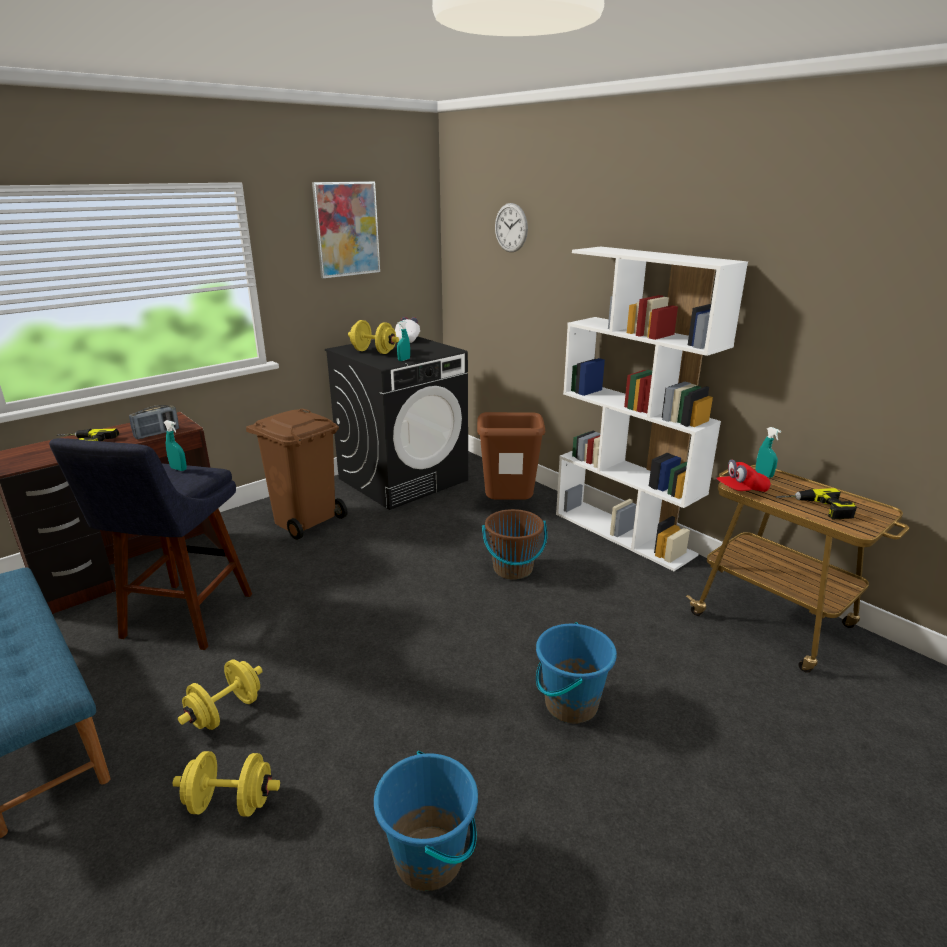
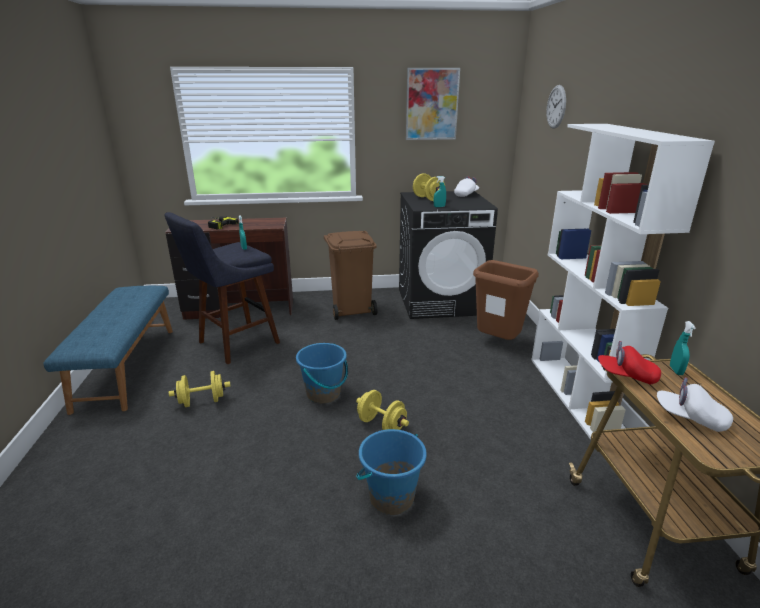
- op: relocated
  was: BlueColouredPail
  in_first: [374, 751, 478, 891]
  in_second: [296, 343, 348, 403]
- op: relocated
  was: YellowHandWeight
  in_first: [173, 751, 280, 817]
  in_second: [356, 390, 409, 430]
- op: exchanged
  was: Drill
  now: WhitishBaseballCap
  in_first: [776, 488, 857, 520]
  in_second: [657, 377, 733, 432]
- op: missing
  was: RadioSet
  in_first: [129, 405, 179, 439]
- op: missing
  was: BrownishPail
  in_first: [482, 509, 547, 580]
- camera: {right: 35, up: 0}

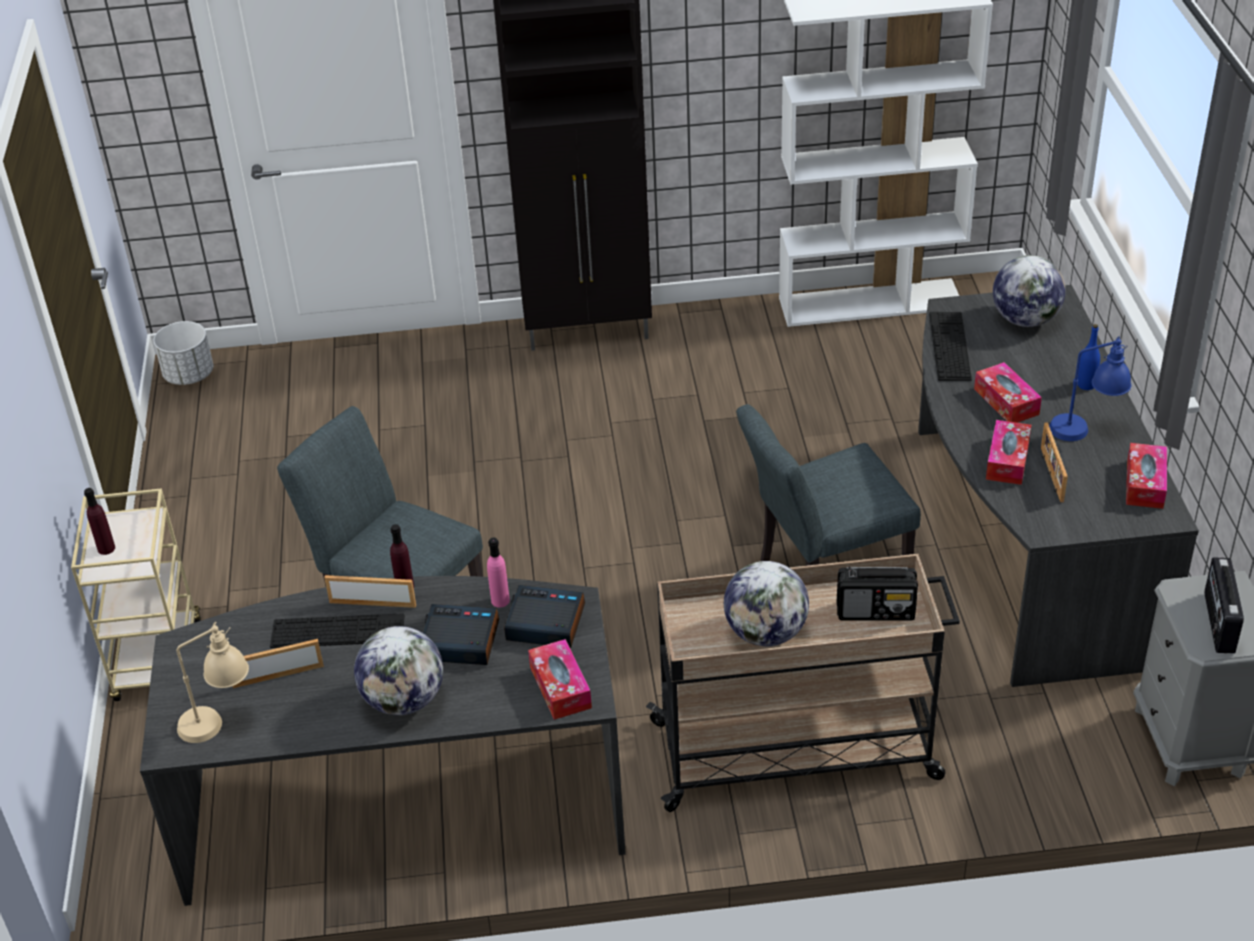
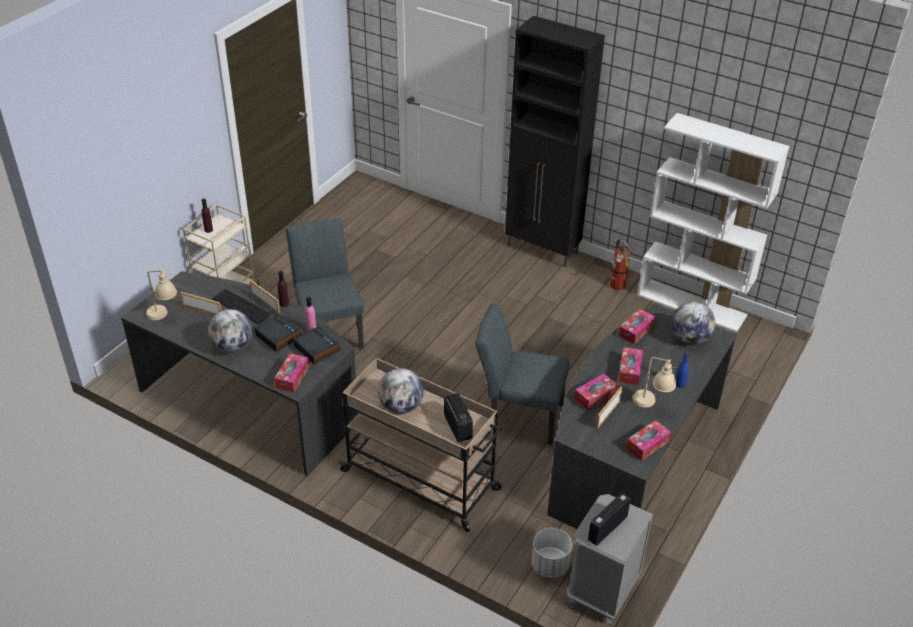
- op: spun
  was: RadioSet
  in_first: [837, 566, 918, 621]
  in_second: [444, 393, 473, 442]
  clockwise: -150
- op: relocated
  was: WhitishFlowerPot
  in_first: [154, 321, 214, 385]
  in_second: [531, 528, 572, 578]
- op: appeared
  now: FireExtinguisher
  in_second: [610, 239, 631, 290]
- op: exchanged
  was: Keyboard
  now: TissueBox
  in_first: [929, 312, 972, 381]
  in_second: [618, 309, 656, 344]
- op: colour
  was: BlueColouredLampForATable
  now: SandColouredLampForATable
  in_first: [1049, 336, 1131, 441]
  in_second: [632, 357, 677, 407]
- camera: {right: 35, up: 0}

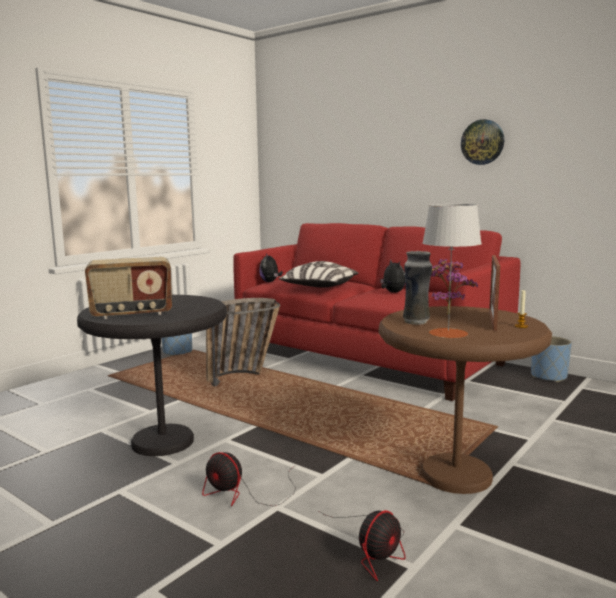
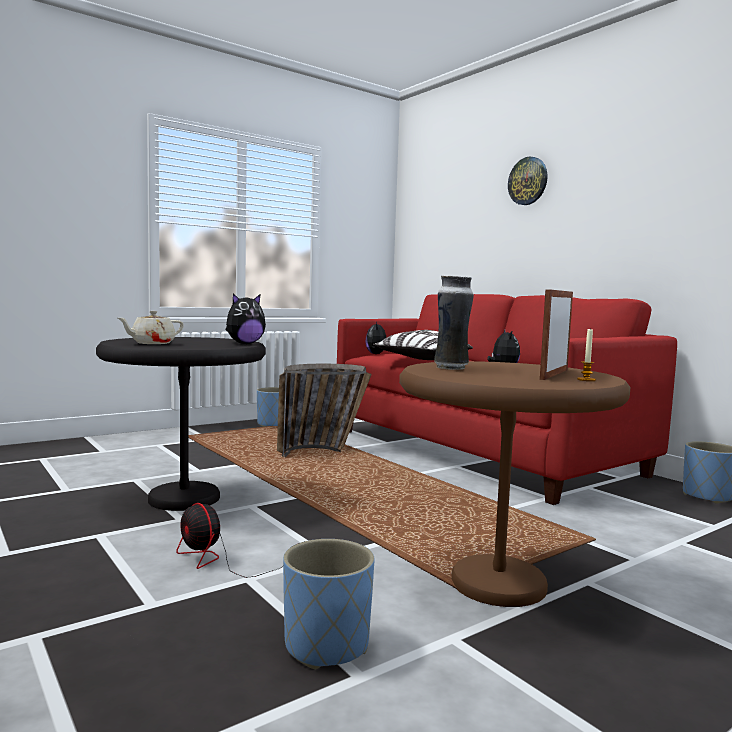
- op: exchanged
  was: RadioSet
  now: SandColouredTeapot
  in_first: [85, 257, 172, 319]
  in_second: [118, 311, 184, 344]
- op: appeared
  now: PlushToy
  in_second: [226, 293, 266, 344]
- op: exchanged
  was: ElectricFan
  now: BlueColouredFlowerPot
  in_first: [318, 510, 406, 581]
  in_second: [283, 539, 375, 669]
- op: relocated
  was: WallClock
  in_first: [461, 119, 504, 165]
  in_second: [508, 157, 547, 205]
- op: missing
  was: GrayLampForATable
  in_first: [422, 204, 482, 338]
- op: missing
  was: PlantInAPot
  in_first: [431, 259, 478, 316]
- camera: {right: 15, up: -5}

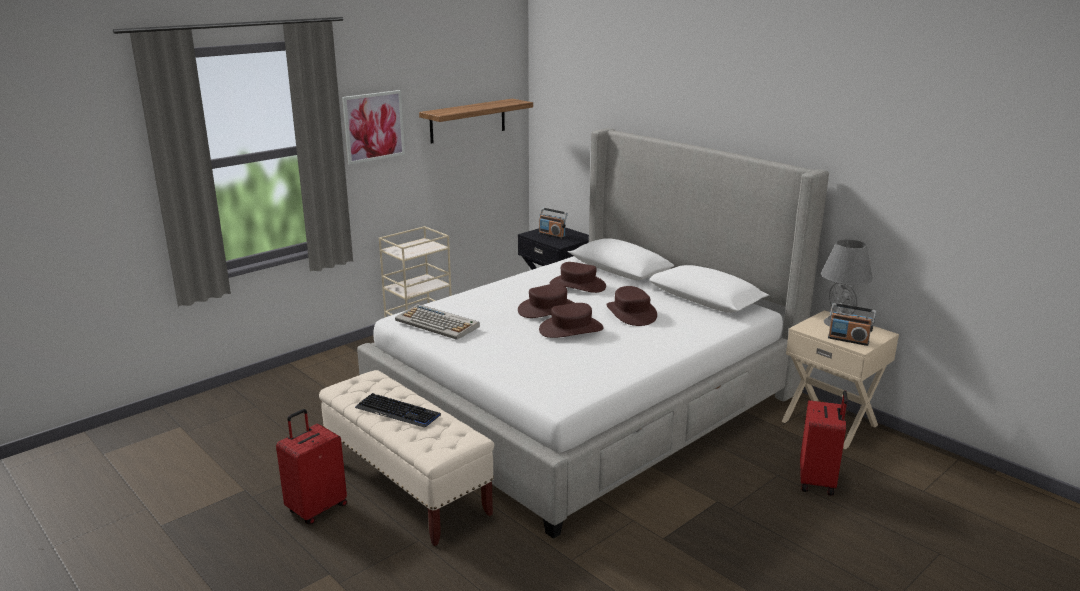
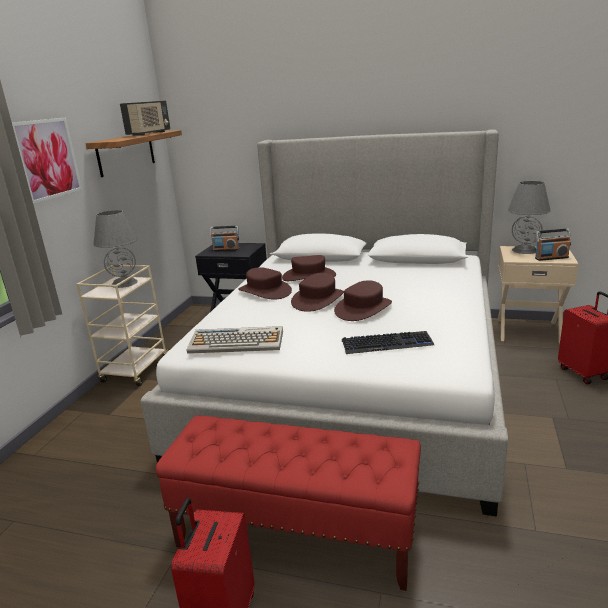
- op: appeared
  now: GrayLampForATable
  in_second: [93, 210, 138, 288]
- op: appeared
  now: RadioSet
  in_second: [120, 101, 170, 136]
- op: colour
  was: SandColouredIndoorBench
  now: ReddishIndoorBench
  in_first: [319, 370, 494, 546]
  in_second: [156, 415, 421, 591]
- op: relocated
  was: BrownishClothingHat
  in_first: [606, 286, 657, 326]
  in_second: [238, 267, 292, 299]
- op: relocated
  was: Keyboard
  in_first: [355, 393, 441, 428]
  in_second: [342, 331, 434, 354]
- camera: {right: -30, up: 0}

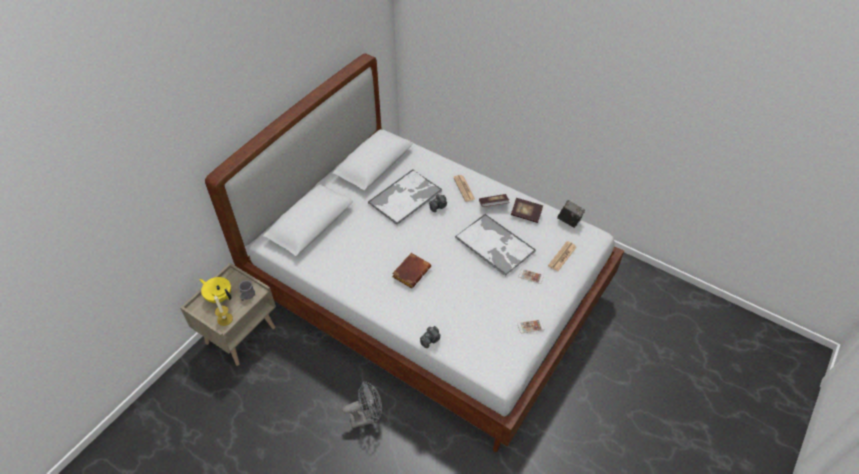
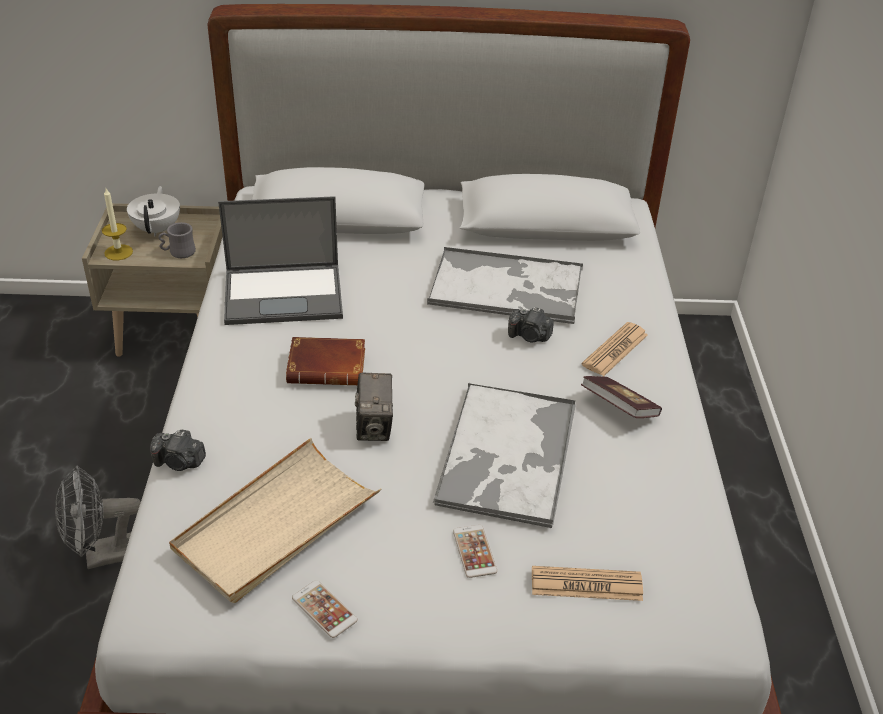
- op: spun
  was: GrayElectricFan
  in_first: [342, 381, 382, 428]
  in_second: [55, 465, 141, 569]
  clockwise: 120
- op: colour
  was: YellowTeapot
  now: WhitishTeapot
  in_first: [199, 277, 232, 303]
  in_second: [127, 186, 180, 237]
- op: appeared
  now: SandColouredTray
  in_second: [169, 438, 381, 603]
- op: appeared
  now: NotebookComputer
  in_second: [218, 196, 343, 325]
- op: relocated
  was: StillCamera
  in_first: [557, 200, 585, 228]
  in_second: [355, 373, 393, 441]
- op: missing
  was: Book
  in_first: [511, 198, 543, 223]
- camera: {right: 55, up: -10}

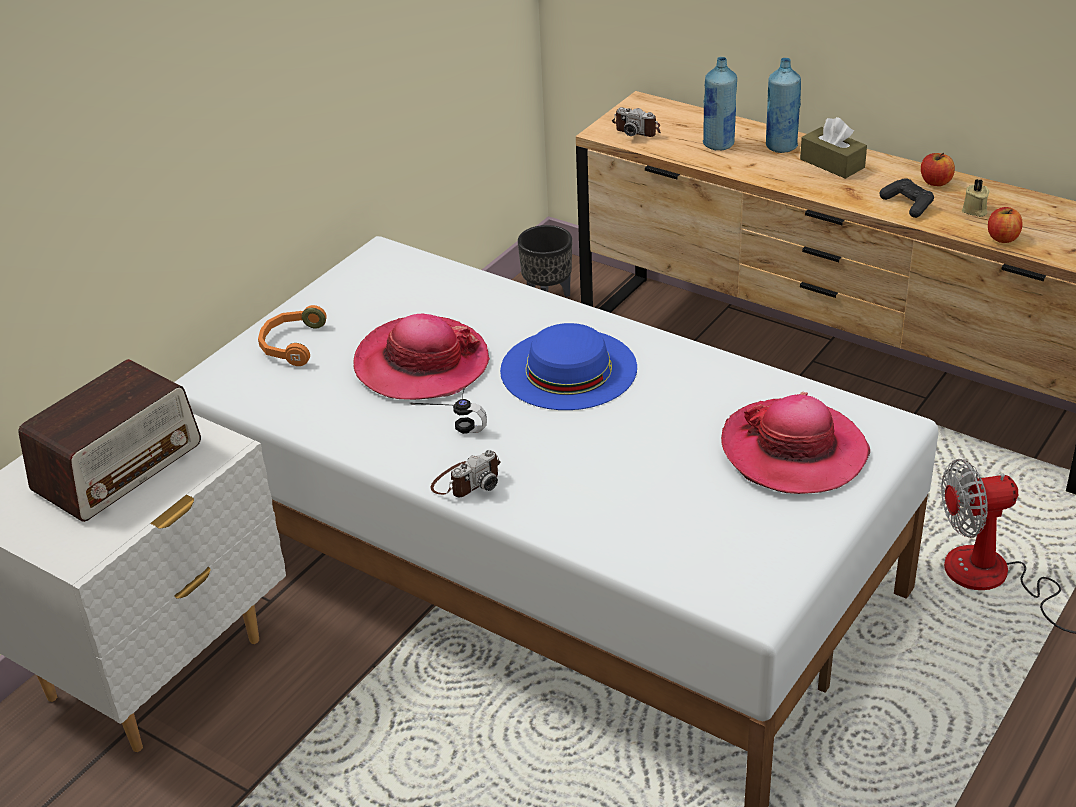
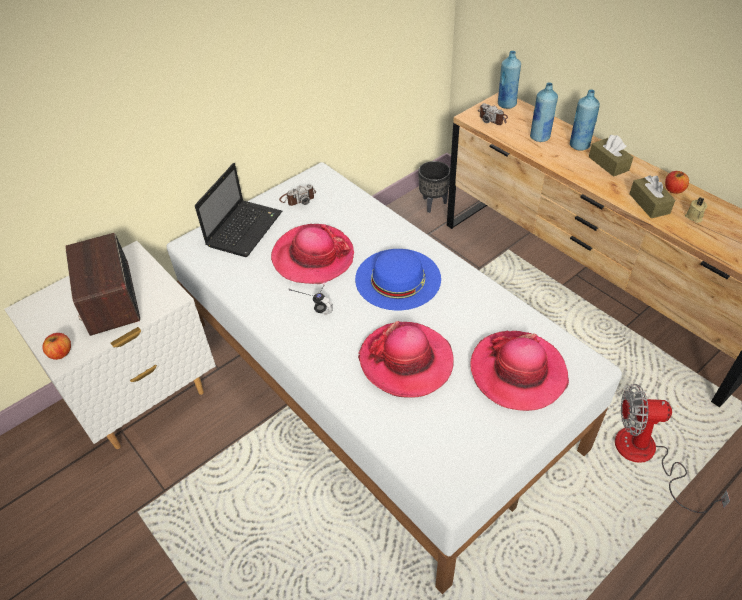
- op: relocated
  was: WholeApple
  in_first: [988, 207, 1023, 243]
  in_second: [42, 333, 71, 360]
- op: spun
  was: RadioSet
  in_first: [18, 359, 201, 522]
  in_second: [65, 233, 140, 336]
  clockwise: 105
- op: exchanged
  was: OrangeyHeadphones
  now: NotebookComputer
  in_first: [258, 305, 327, 366]
  in_second: [195, 163, 282, 257]
- op: relocated
  was: StillCamera
  in_first: [431, 450, 501, 497]
  in_second: [279, 184, 316, 206]
- op: appeared
  now: ClothingHat
  in_second: [358, 321, 454, 398]
- op: appeared
  now: BlueColouredBeverageBottle
  in_second: [498, 51, 521, 109]
- op: exchanged
  was: BlackColouredGameController
  now: BrownishTissueBox
  in_first: [880, 179, 934, 218]
  in_second: [630, 175, 675, 218]
- camera: {right: 15, up: 10}

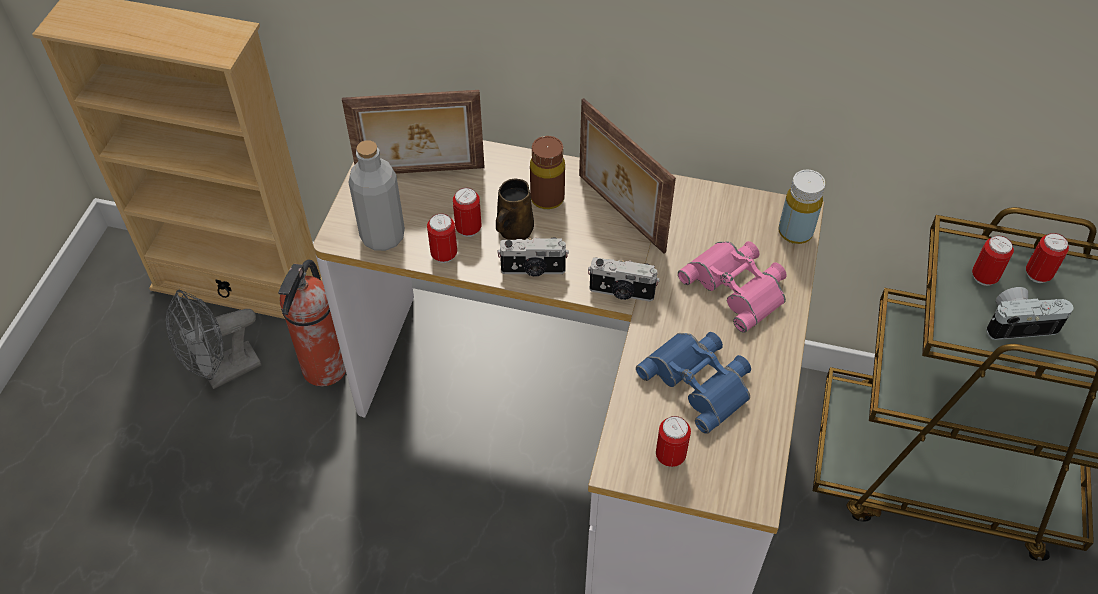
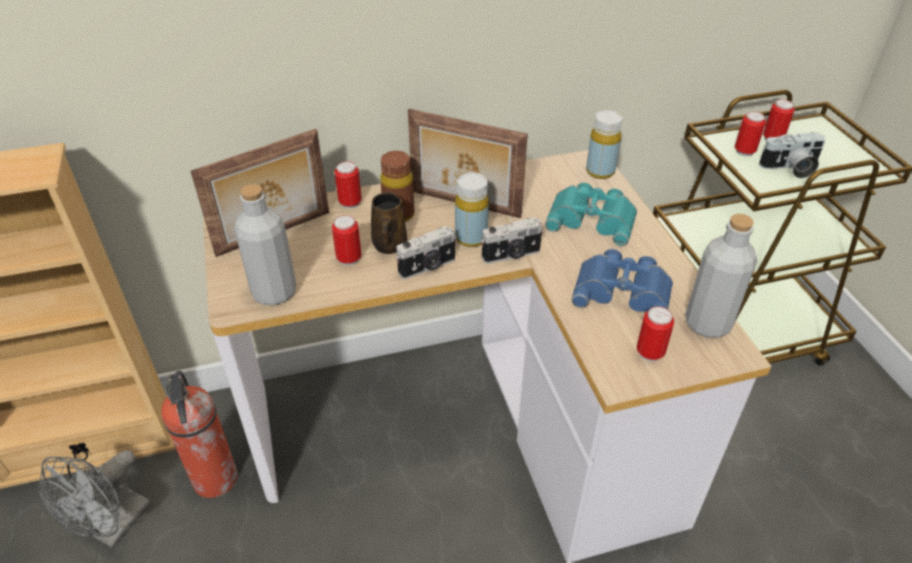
- op: relocated
  was: SealedCan
  in_first: [427, 213, 457, 263]
  in_second: [335, 161, 362, 209]
- op: appeared
  now: YellowBeverageBottle
  in_second: [455, 173, 489, 247]
- op: colour
  was: PinkFieldGlasses
  now: TurquoiseColouredFieldGlasses
  in_first: [678, 241, 787, 333]
  in_second: [545, 183, 637, 246]
- op: appeared
  now: GrayBeverageBottle
  in_second: [685, 214, 757, 338]
- op: spun
  was: StillCamera
  in_first: [986, 287, 1074, 340]
  in_second: [759, 132, 825, 178]
  clockwise: -150
- camera: {right: -30, up: -10}

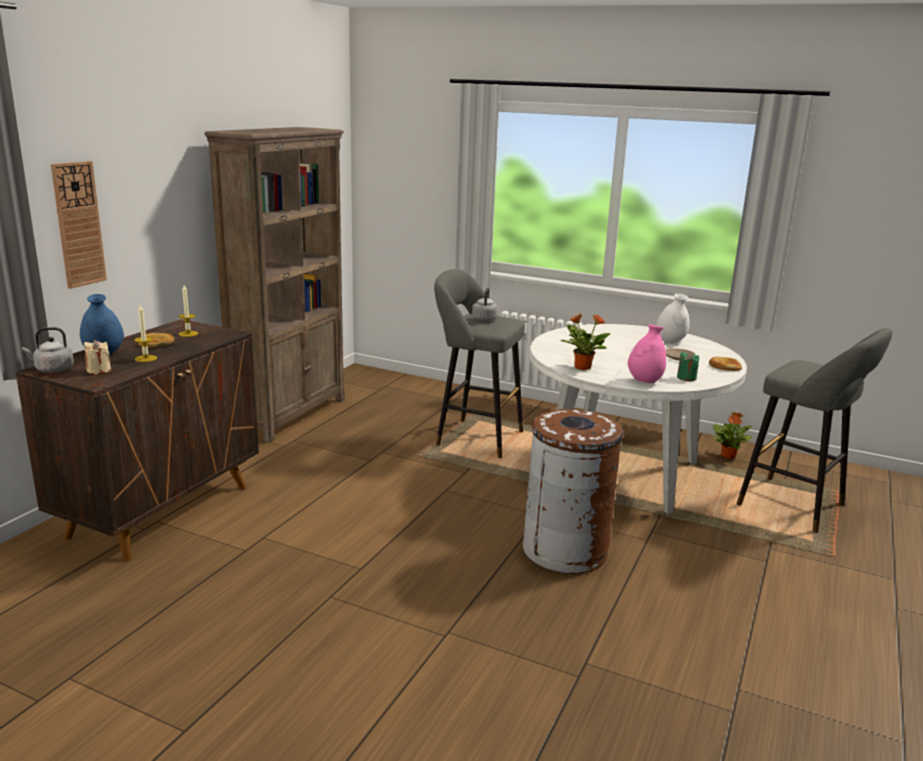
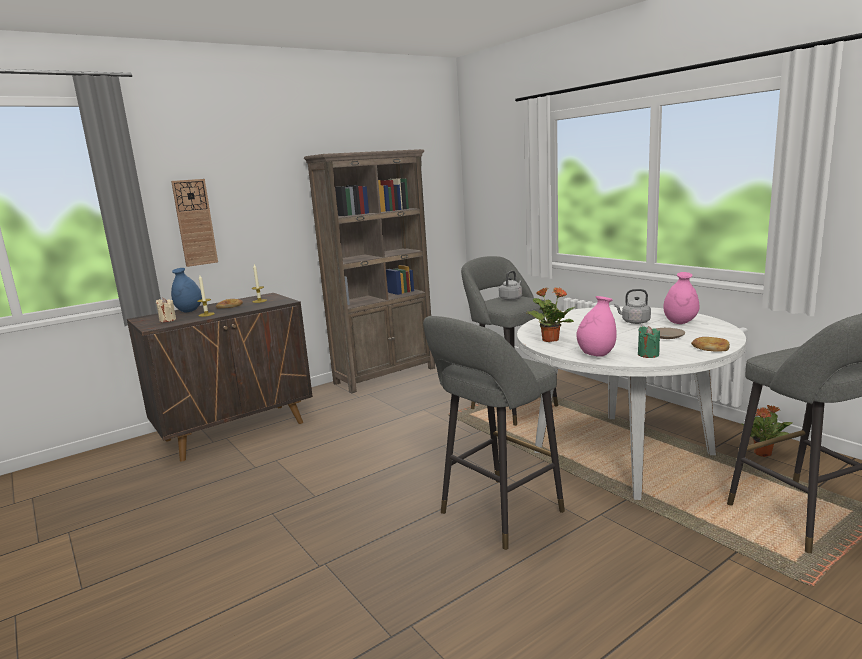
- op: exchanged
  was: BrownishTrashCan
  now: GrayStoolSeat
  in_first: [523, 409, 623, 574]
  in_second: [423, 316, 565, 550]
- op: relocated
  was: GrayKettle
  in_first: [22, 327, 74, 373]
  in_second: [614, 289, 651, 324]
- op: colour
  was: WhitishVase
  now: PinkVase
  in_first: [656, 293, 690, 343]
  in_second: [663, 272, 699, 324]
- camera: {right: 30, up: -5}

